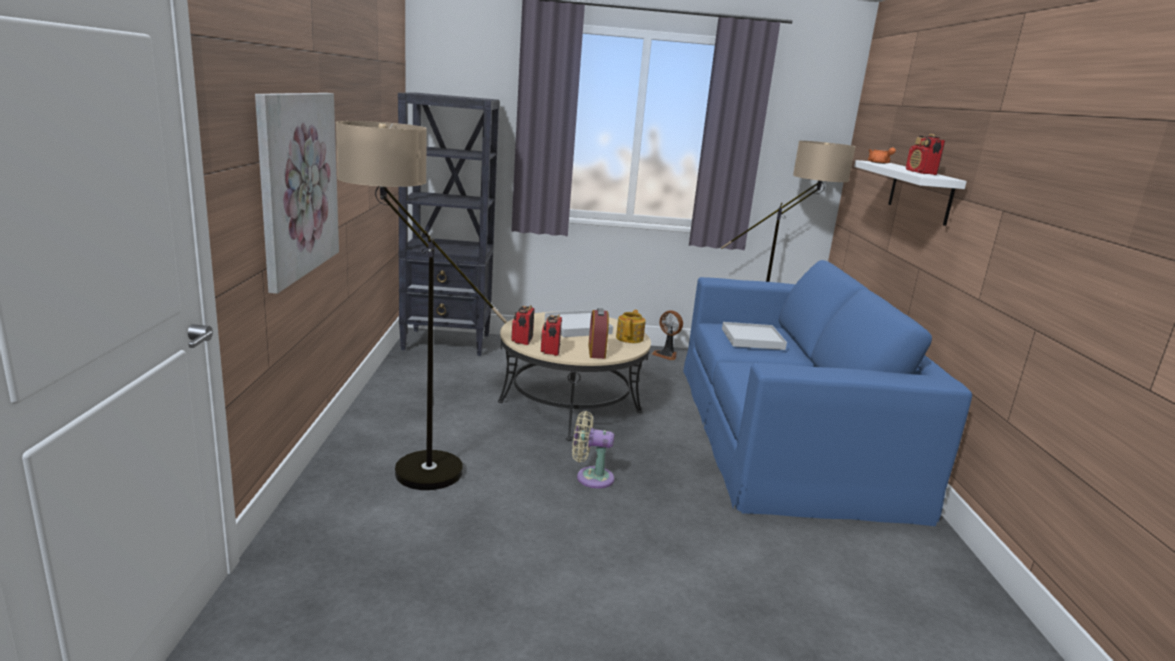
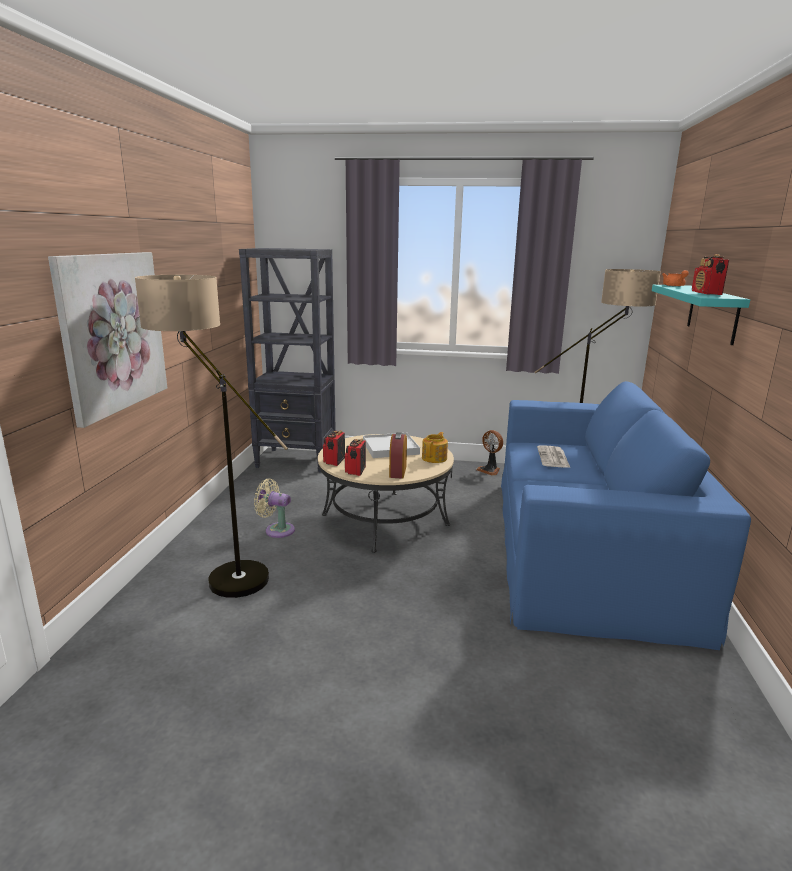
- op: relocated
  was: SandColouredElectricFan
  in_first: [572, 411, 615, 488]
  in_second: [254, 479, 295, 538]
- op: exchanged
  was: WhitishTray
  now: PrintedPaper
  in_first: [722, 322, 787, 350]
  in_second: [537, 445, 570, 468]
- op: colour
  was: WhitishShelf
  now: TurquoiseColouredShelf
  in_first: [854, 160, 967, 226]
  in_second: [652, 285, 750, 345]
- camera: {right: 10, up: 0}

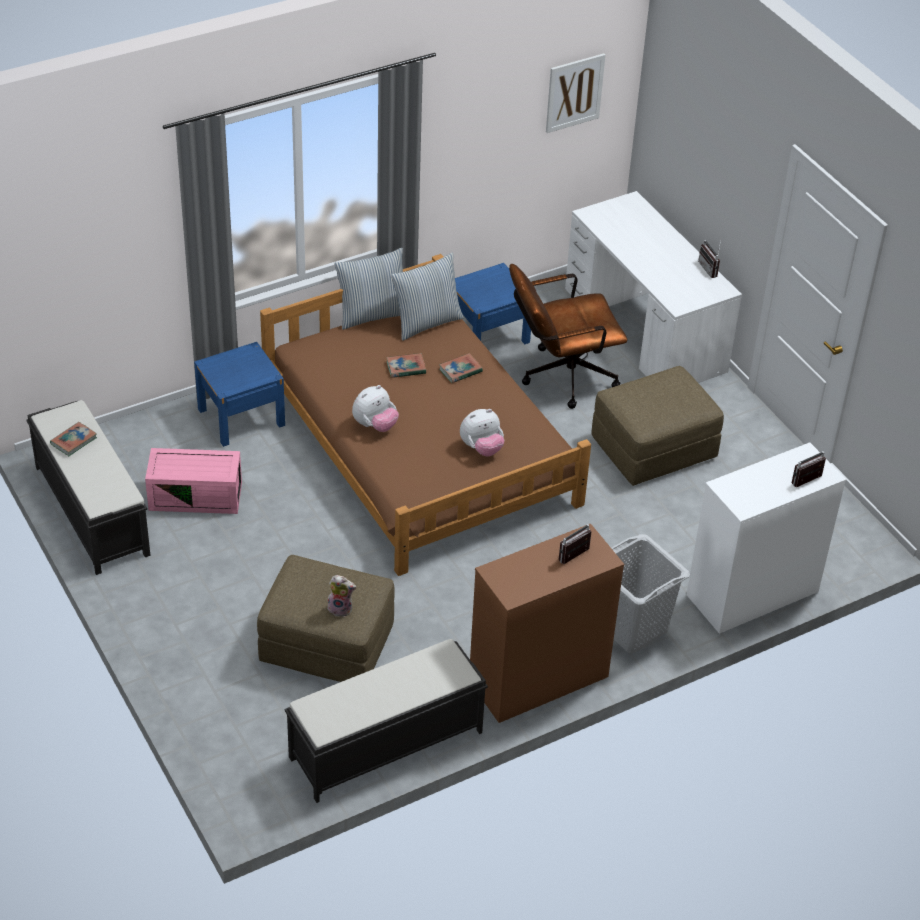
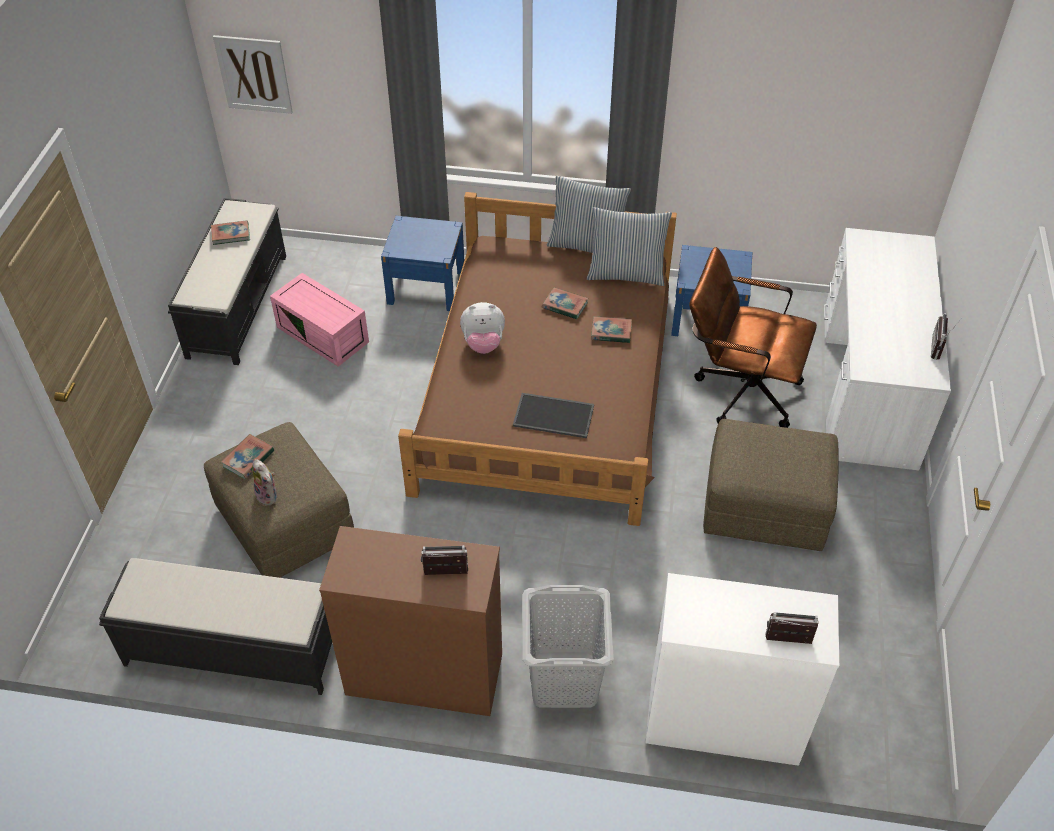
- op: relocated
  was: WallArt
  in_first: [546, 53, 605, 133]
  in_second: [213, 35, 293, 114]
- op: appeared
  now: Book
  in_second: [221, 434, 274, 479]
- op: exchanged
  was: PlushToy
  now: Tray
  in_first: [460, 409, 504, 456]
  in_second: [513, 393, 594, 438]
- camera: {right: 40, up: 5}

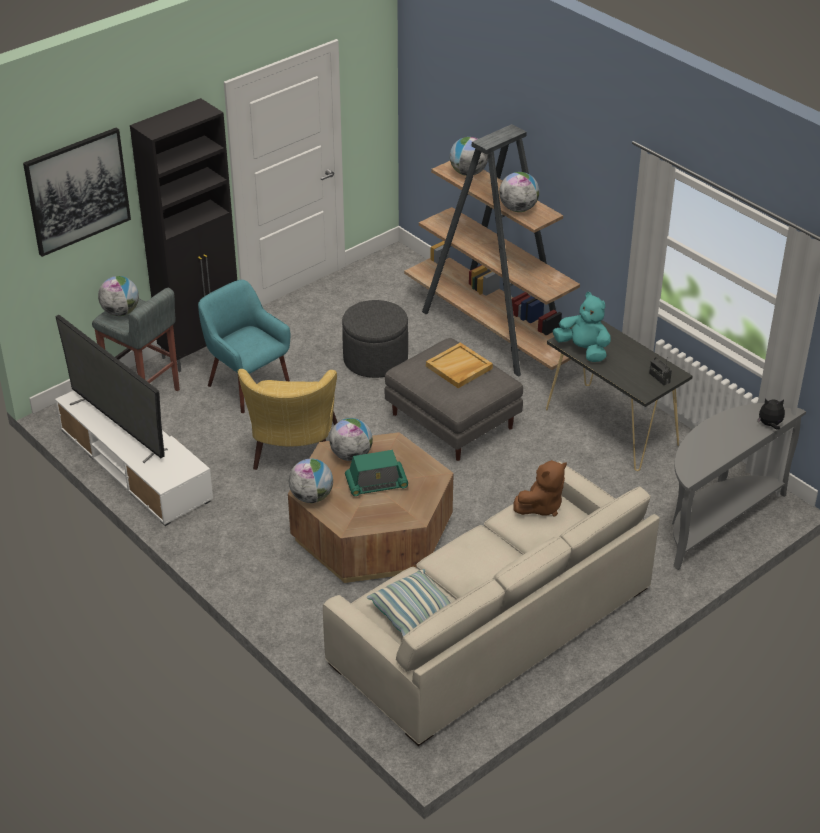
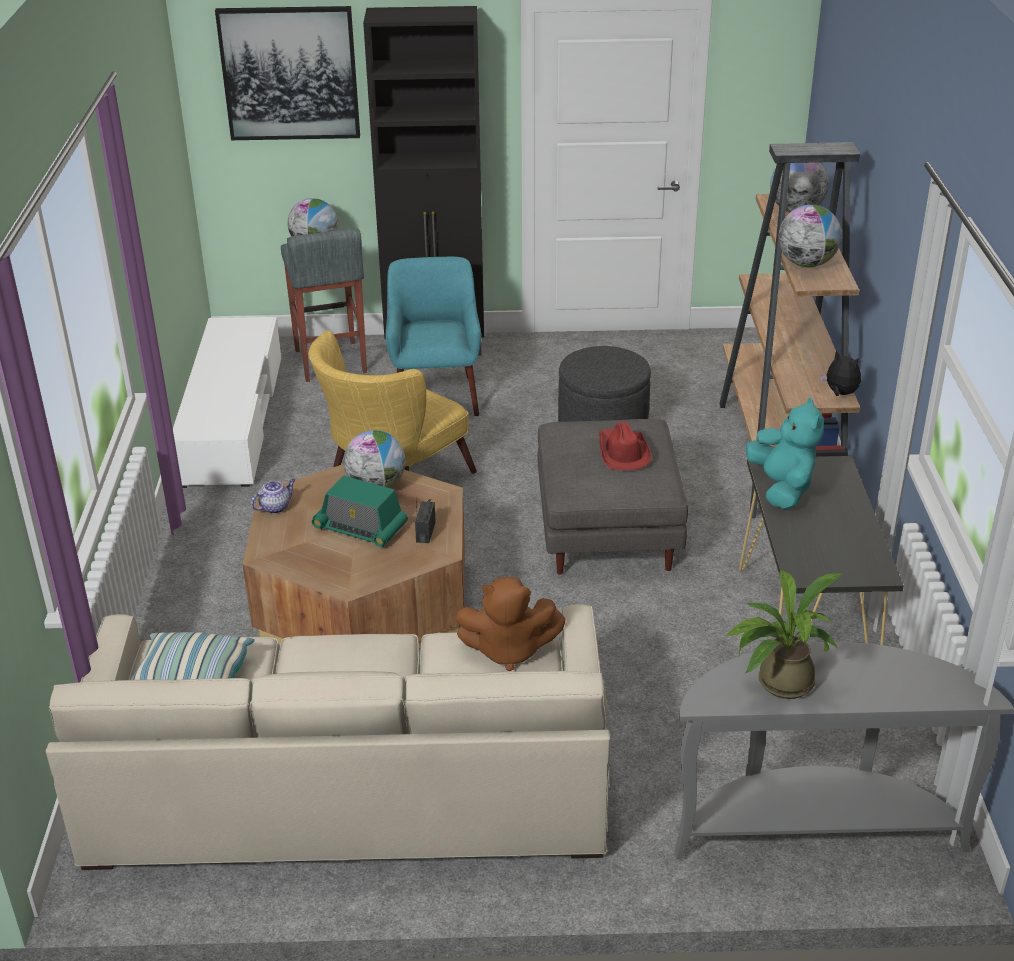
- op: exchanged
  was: WorldGlobe
  now: Teapot
  in_first: [289, 459, 333, 503]
  in_second: [251, 479, 295, 514]
- op: relocated
  was: RadioSet
  in_first: [649, 357, 672, 386]
  in_second: [415, 499, 436, 543]
- op: exchanged
  was: SandColouredTray
  now: ReddishClothingHat
  in_first: [426, 343, 493, 388]
  in_second: [599, 422, 651, 471]
- op: appeared
  now: PlantInAPot
  in_second: [724, 569, 844, 699]
- op: relocated
  was: PlushToy
  in_first: [758, 399, 785, 430]
  in_second: [820, 349, 861, 396]
- op: missing
  was: Tv
  in_first: [55, 315, 168, 463]
- camera: {right: 40, up: -5}

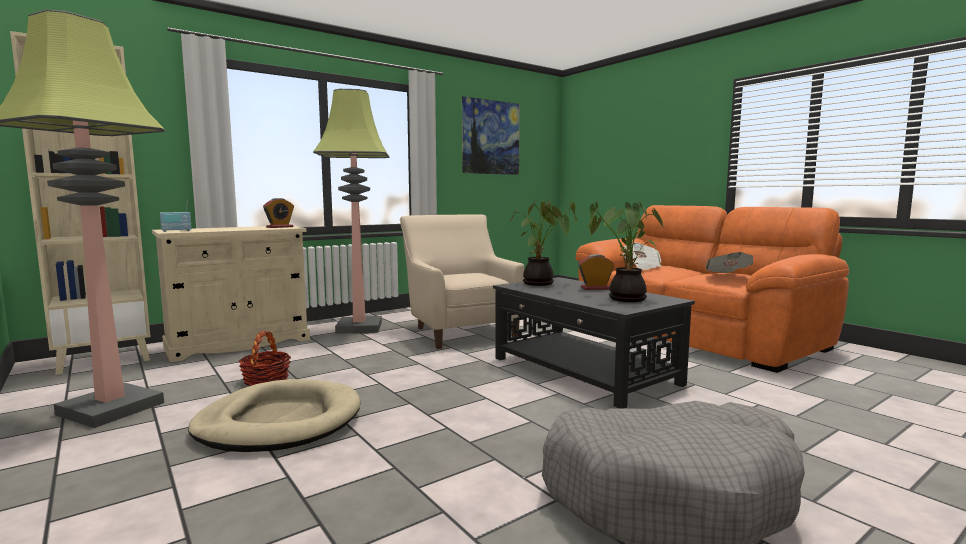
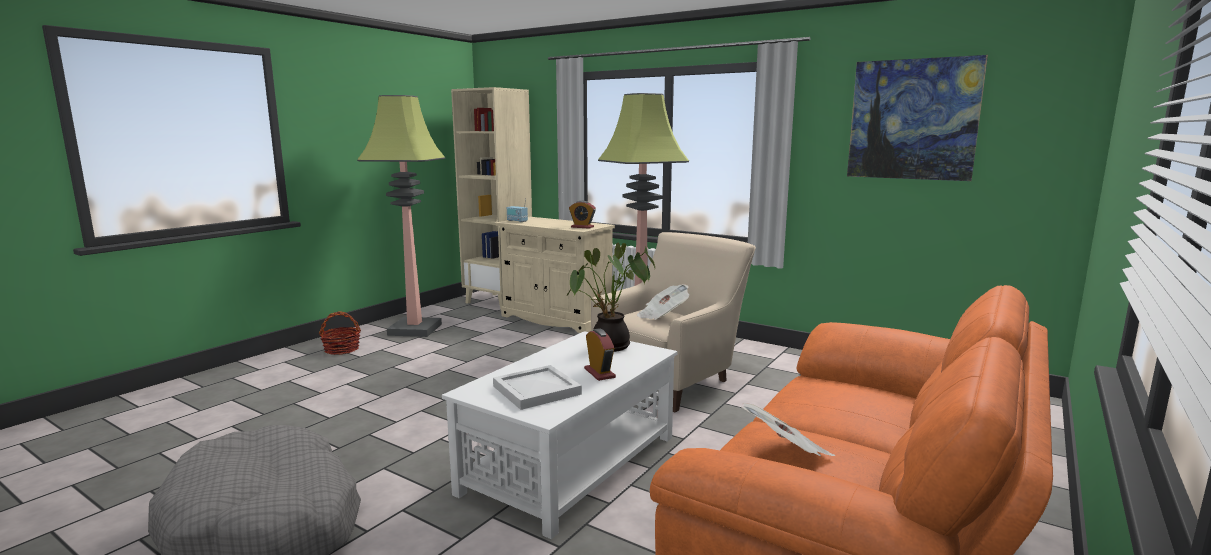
- op: relocated
  was: Basket
  in_first: [239, 331, 291, 386]
  in_second: [319, 311, 361, 355]
- op: colour
  was: BlackColouredLowTable
  now: WhitishLowTable
  in_first: [493, 277, 695, 409]
  in_second: [442, 331, 677, 539]
- op: exchanged
  was: PlantInAPot
  now: WhitishTray
  in_first: [588, 200, 664, 302]
  in_second: [493, 365, 582, 410]
- op: relocated
  was: PrintedPaper
  in_first: [623, 242, 661, 270]
  in_second: [637, 284, 690, 320]
- op: missing
  was: SandColouredDogCushion
  in_first: [188, 379, 360, 452]
- camera: {right: 70, up: 5}

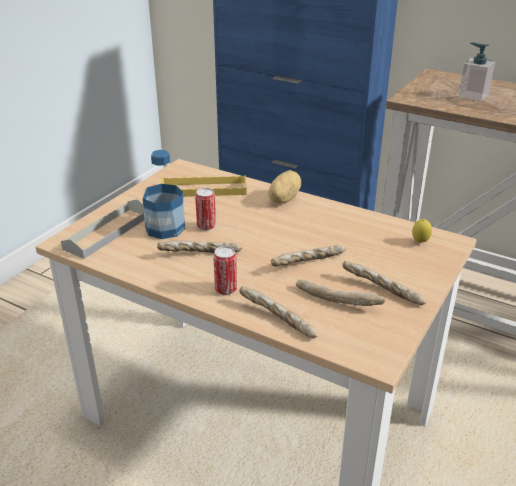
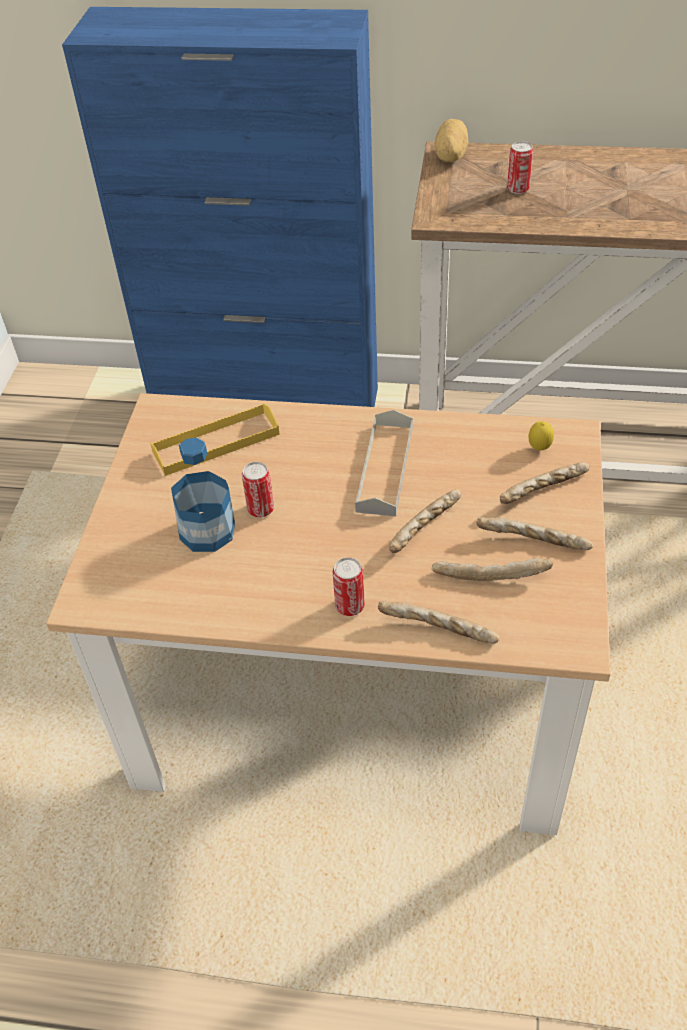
- op: relocated
  was: GrayTray
  in_first: [61, 199, 145, 259]
  in_second: [355, 410, 413, 516]
- op: relocated
  was: WholePotato
  in_first: [268, 170, 301, 203]
  in_second: [435, 119, 469, 162]
- op: relocated
  was: BakeryBread
  in_first: [157, 240, 242, 253]
  in_second: [500, 462, 590, 504]
- op: exchanged
  was: SoapDispenser
  now: SealedCan
  in_first: [459, 42, 495, 101]
  in_second: [507, 141, 533, 194]
- camera: {right: -20, up: 15}

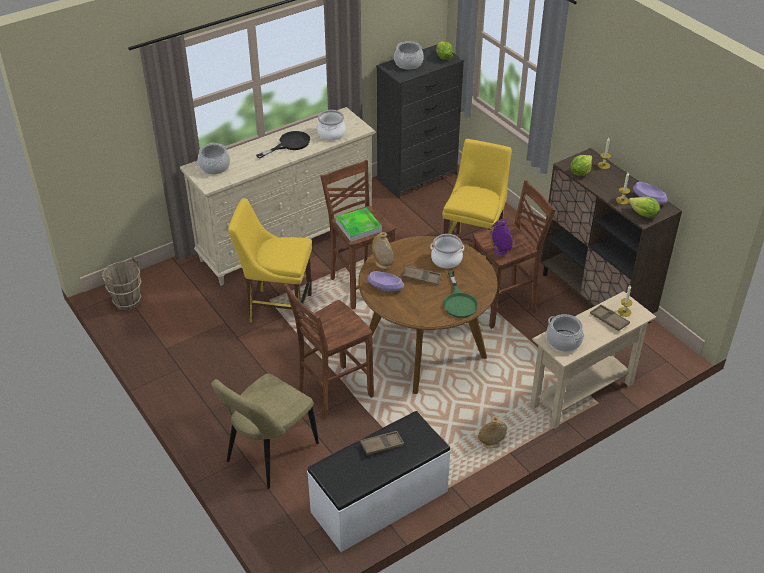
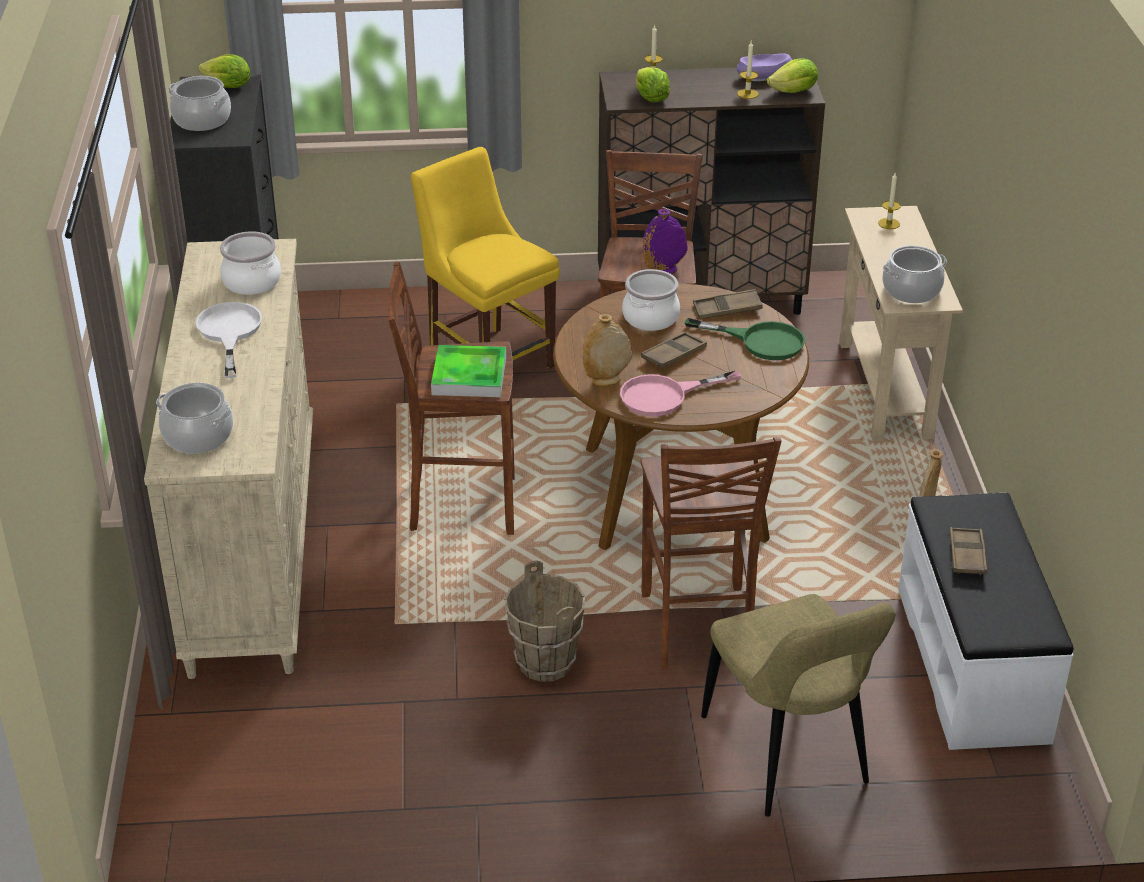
- op: colour
  was: BlackColouredSkillet
  now: WhitishSkillet
  in_first: [256, 131, 310, 159]
  in_second: [196, 302, 262, 378]
- op: relocated
  was: BrownishPail
  in_first: [102, 257, 142, 310]
  in_second: [504, 560, 585, 682]
- op: exchanged
  was: PurpleColouredServingBowl
  now: PinkSkillet
  in_first: [367, 271, 404, 292]
  in_second: [620, 370, 741, 416]
- op: relocated
  was: BrownishTray
  in_first: [590, 305, 630, 331]
  in_second: [693, 289, 763, 319]
- op: missing
  was: YellowChair
  in_first: [228, 198, 312, 323]
- camera: {right: -60, up: -5}

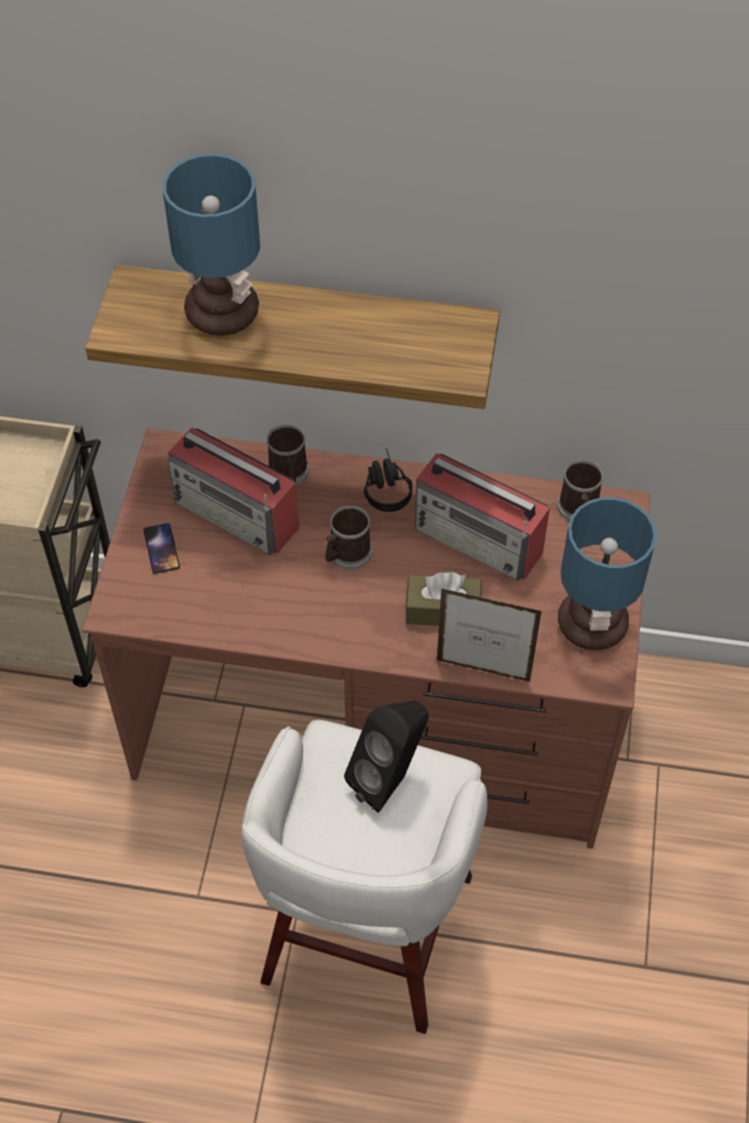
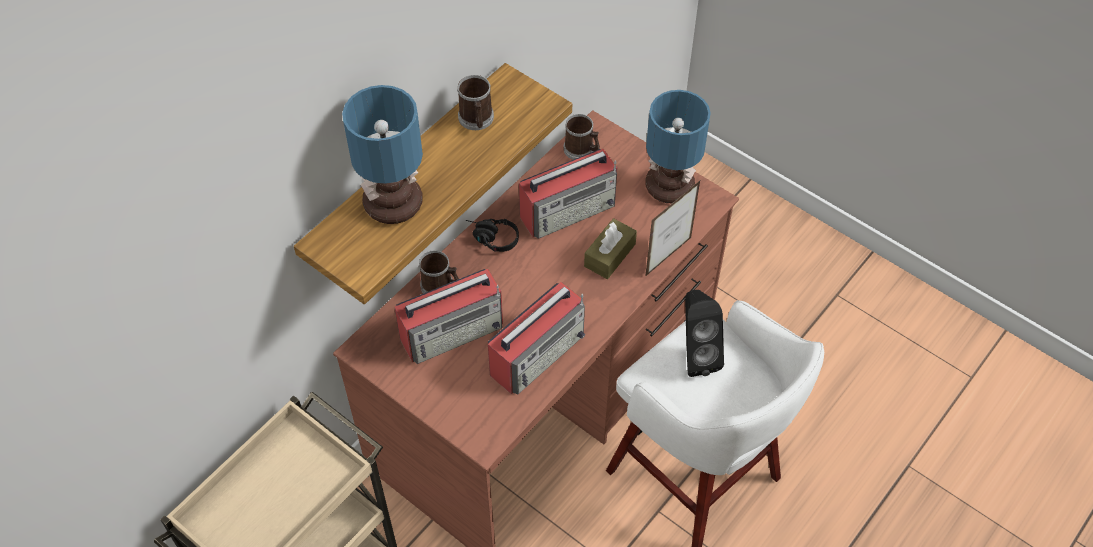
- op: relocated
  was: Mug
  in_first: [325, 505, 372, 570]
  in_second: [457, 75, 494, 130]
- op: appeared
  now: RadioSet
  in_second: [488, 282, 585, 394]
- op: missing
  was: Handset
  in_first: [144, 523, 180, 574]
- camera: {right: -60, up: 0}

